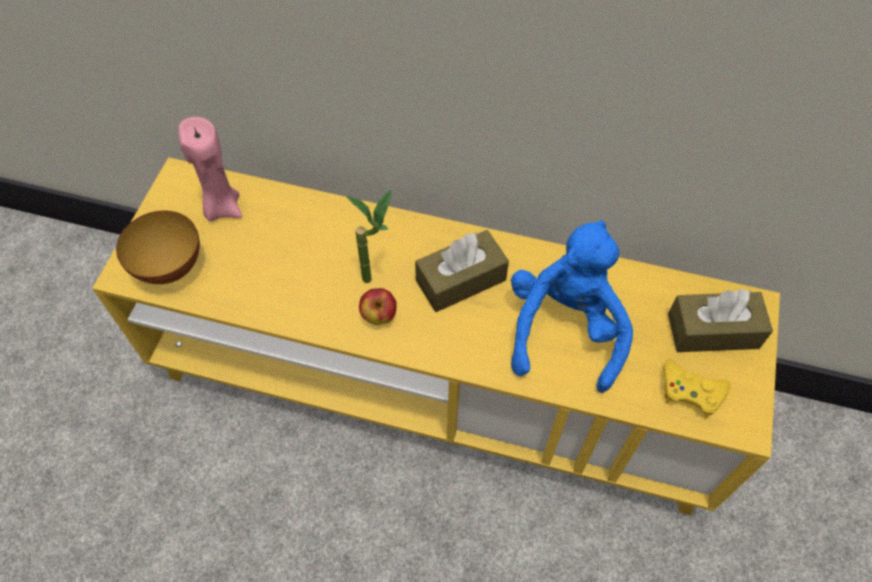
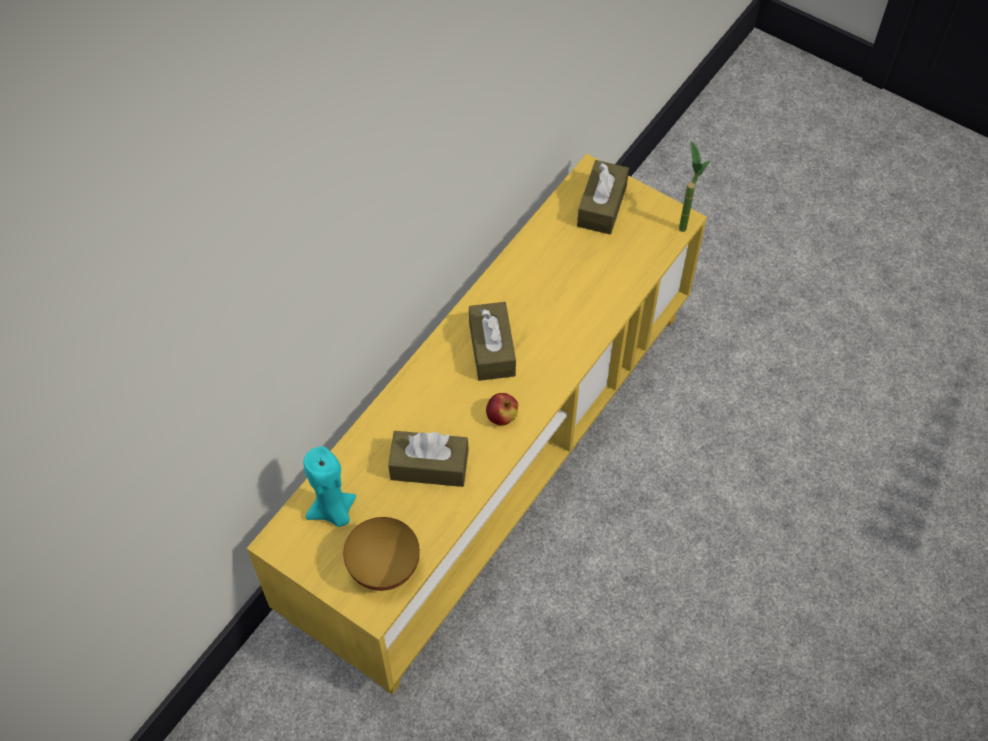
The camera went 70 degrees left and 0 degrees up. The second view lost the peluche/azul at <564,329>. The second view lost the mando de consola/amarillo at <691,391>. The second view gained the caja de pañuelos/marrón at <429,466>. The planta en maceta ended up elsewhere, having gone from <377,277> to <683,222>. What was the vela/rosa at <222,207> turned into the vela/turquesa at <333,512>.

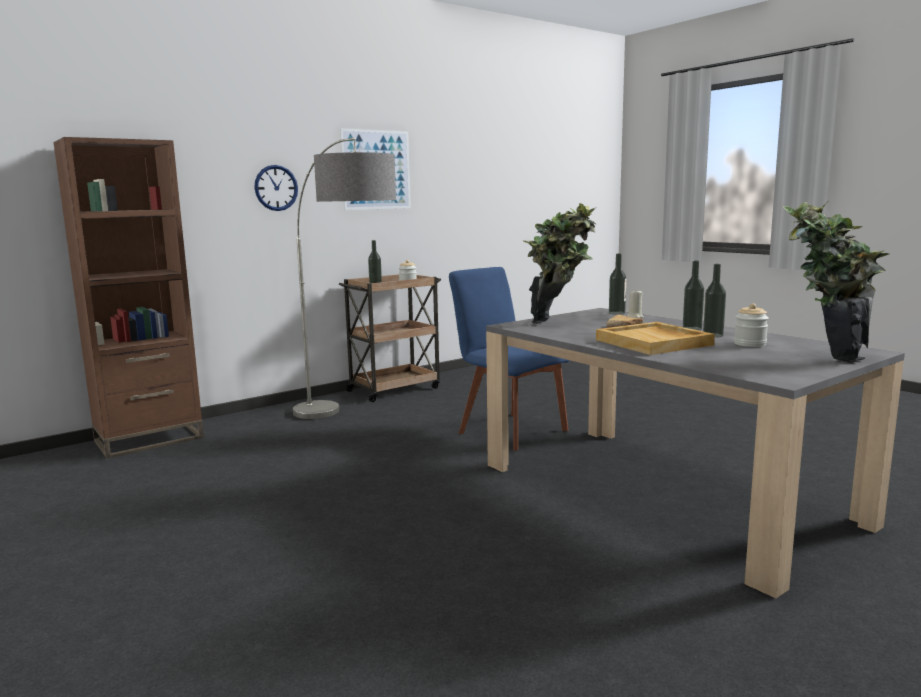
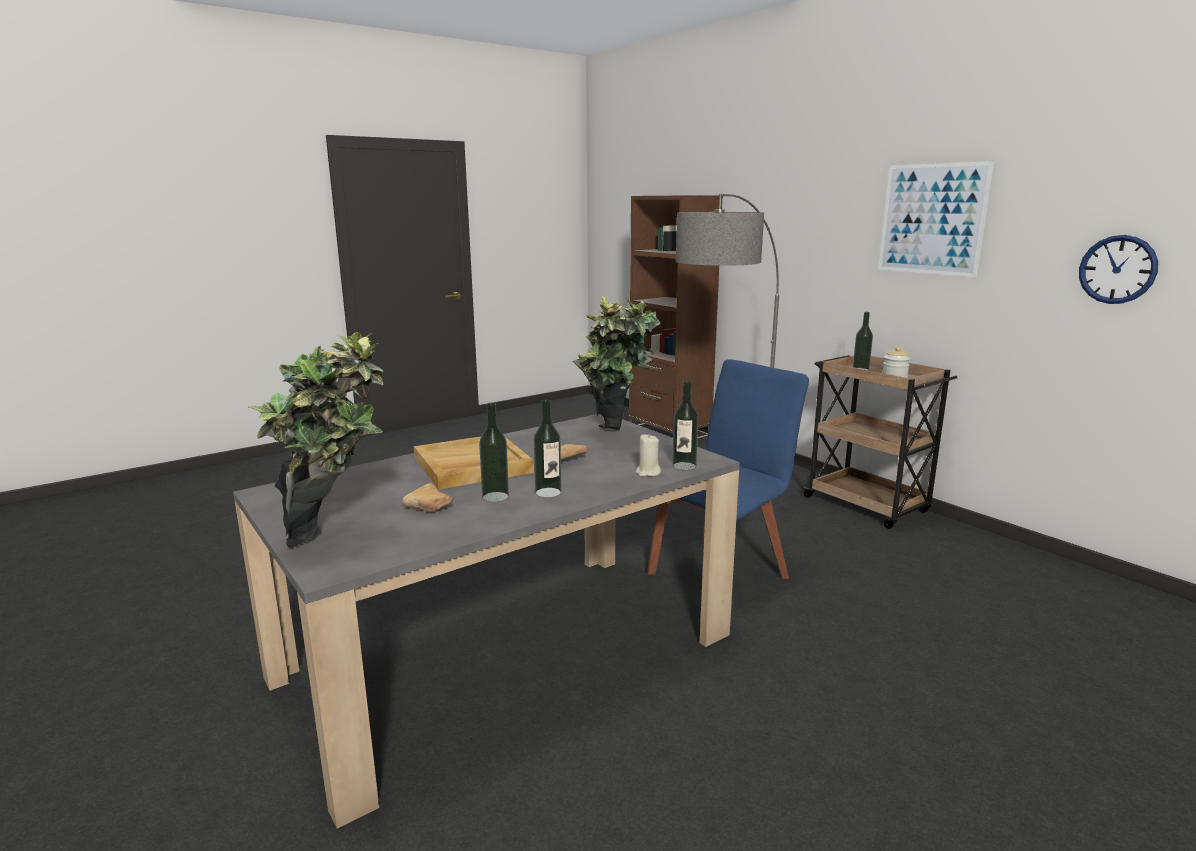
The camera went 90 degrees right and 5 degrees up. The reloj de pared ended up elsewhere, having gone from <276,188> to <1117,269>. Where the tarro stood at <750,344>, the pan came to stand at <431,508>.

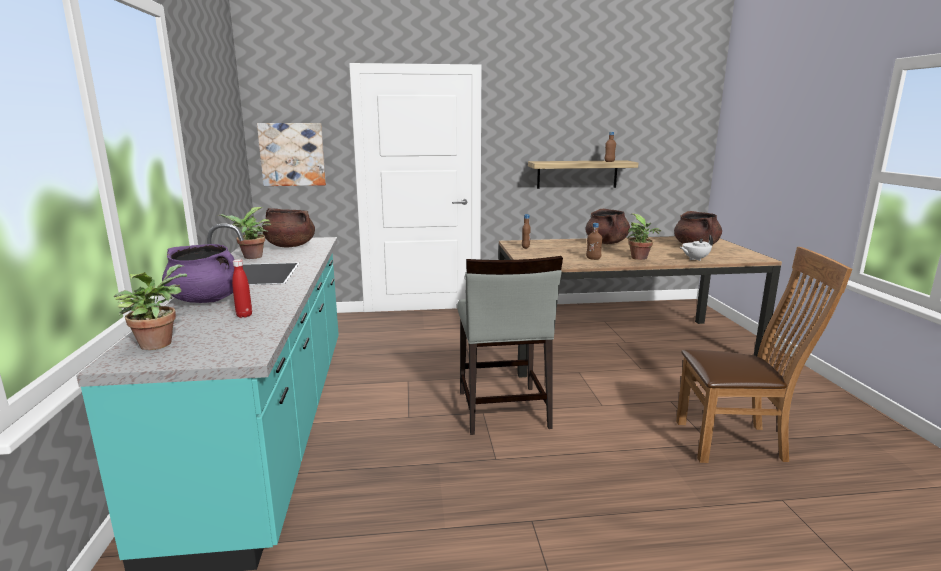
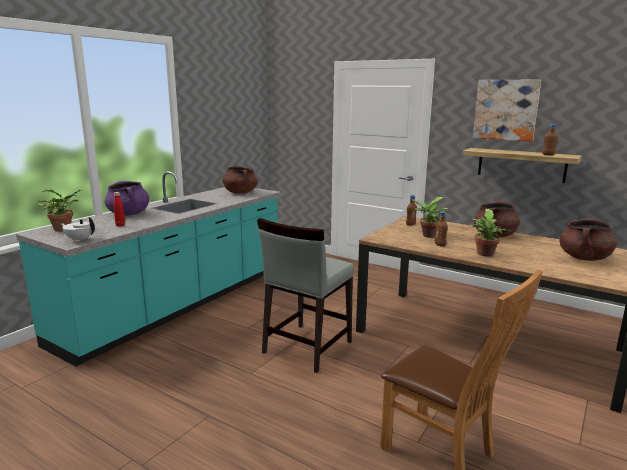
The camera went 40 degrees right and 0 degrees up. The planta en maceta ended up elsewhere, having gone from <250,257> to <427,236>. The cuadro ended up elsewhere, having gone from <292,154> to <506,110>. The tetera/blanco ended up elsewhere, having gone from <694,259> to <80,240>.

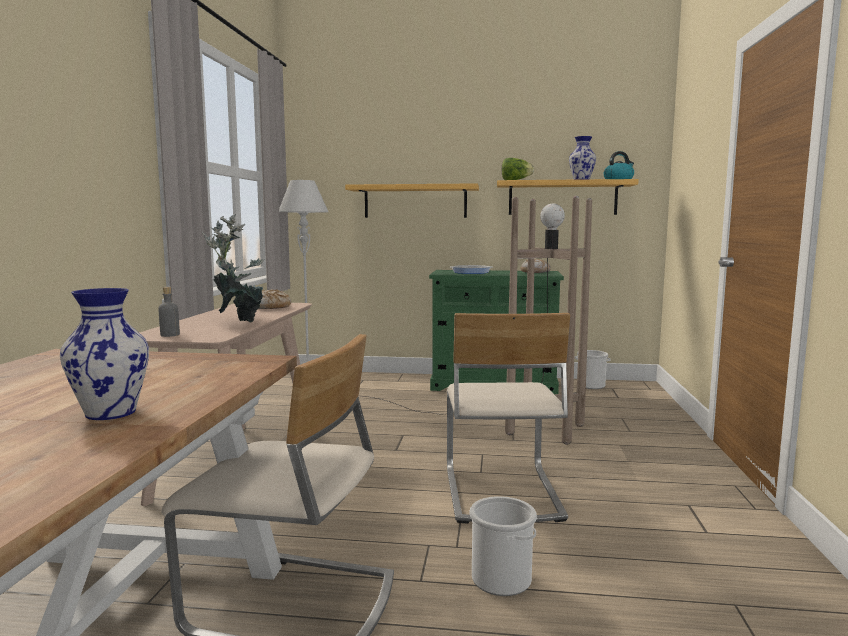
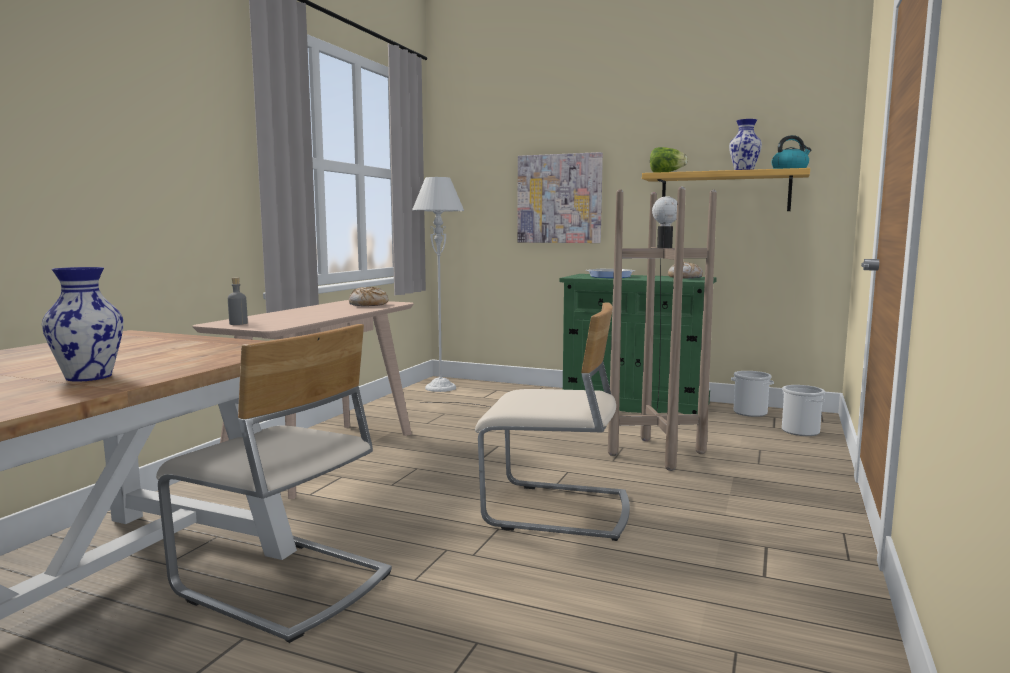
The camera went 15 degrees right and 0 degrees up. The second view lost the planta en maceta at <239,322>. The cubo ended up elsewhere, having gone from <500,579> to <800,431>. Where the estante hung at <415,201>, the cuadro came to hang at <559,199>. The silla/beis at <500,493> ended up facing another way, 90 degrees counterclockwise from before.

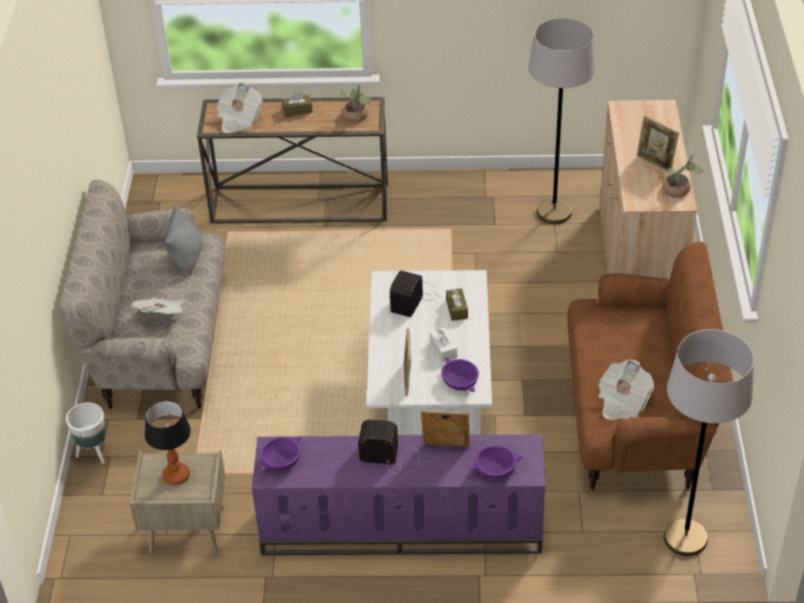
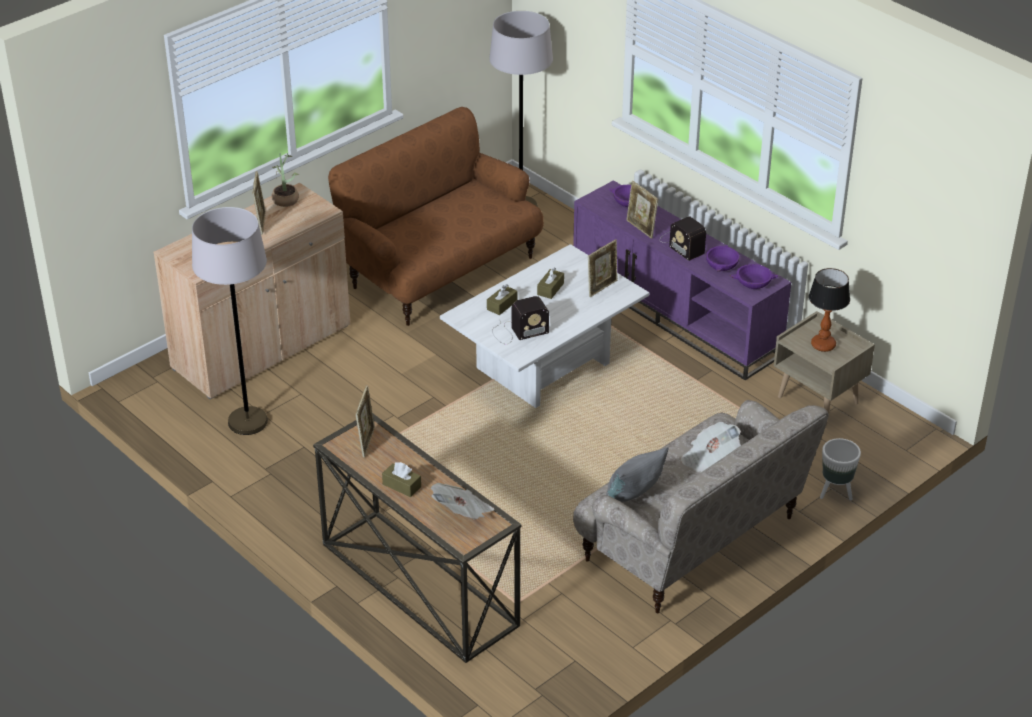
The camera went 135 degrees left and 5 degrees down. The second view lost the periódico at <622,402>. The cuenco/morado ended up elsewhere, having gone from <460,382> to <721,265>. Where the planta en maceta stood at <356,117>, the portarretratos came to stand at <366,442>. What was the caja de pañuelos/blanco at <443,349> turned into the caja de pañuelos/marrón at <550,289>.

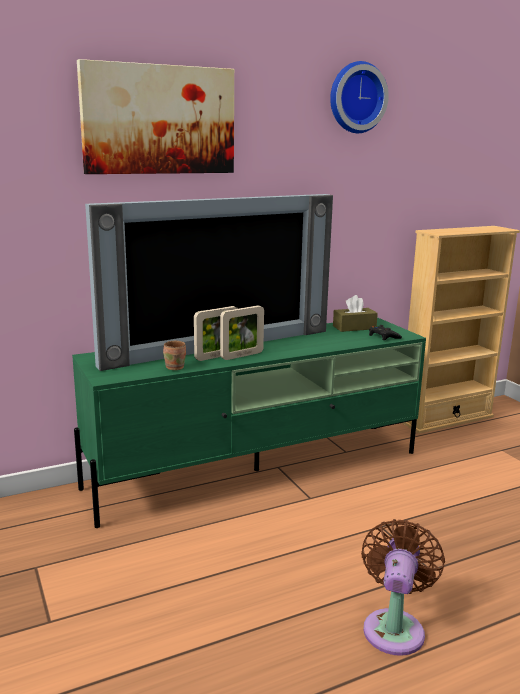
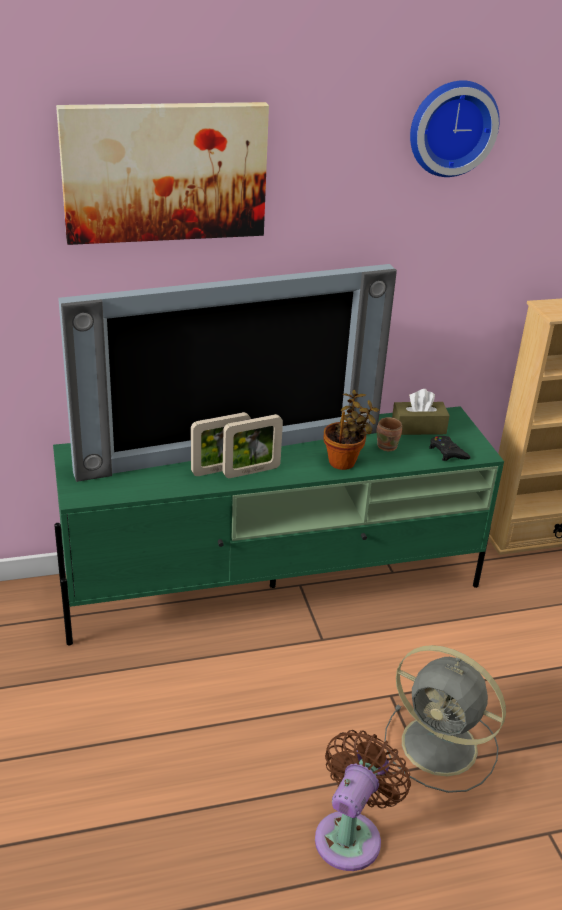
The camera went 10 degrees right and 15 degrees up. The second view gained the planta en maceta at <345,462>. The second view gained the ventilador/gris at <442,747>. The taza grande/marrón ended up elsewhere, having gone from <176,367> to <388,446>.

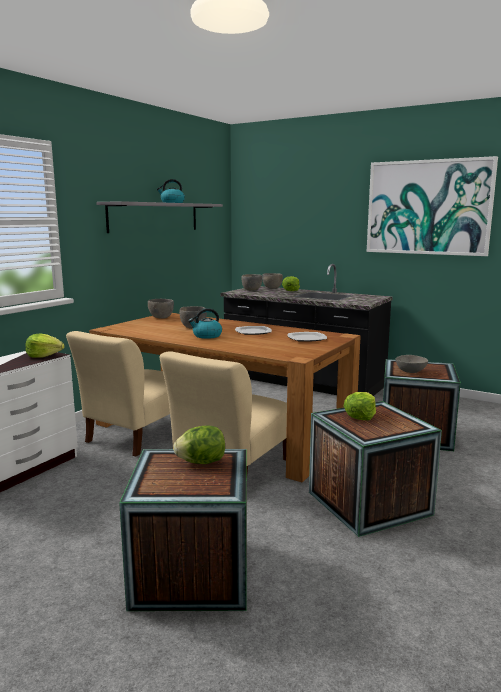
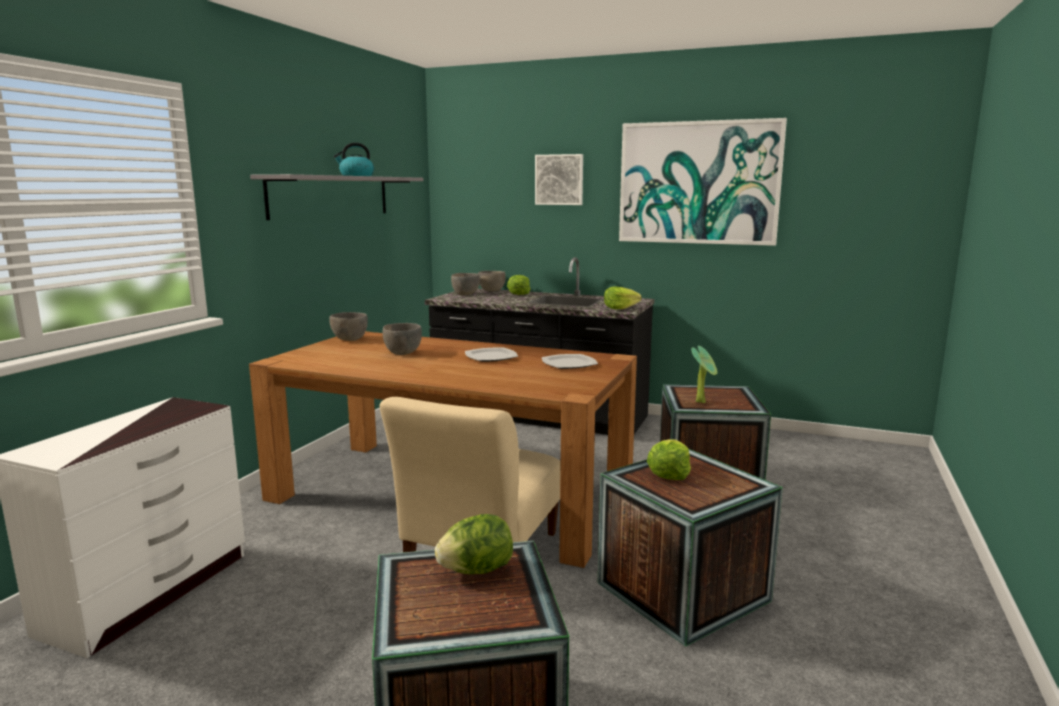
The camera went 10 degrees left and 0 degrees up. The second view lost the silla/beis at <136,436>. The second view lost the hervidor at <206,336>. The second view gained the cuadro at <559,179>. The lechuga ended up elsewhere, having gone from <44,356> to <620,308>. Where the cuenco/gris stood at <410,372>, the planta en maceta came to stand at <702,401>.

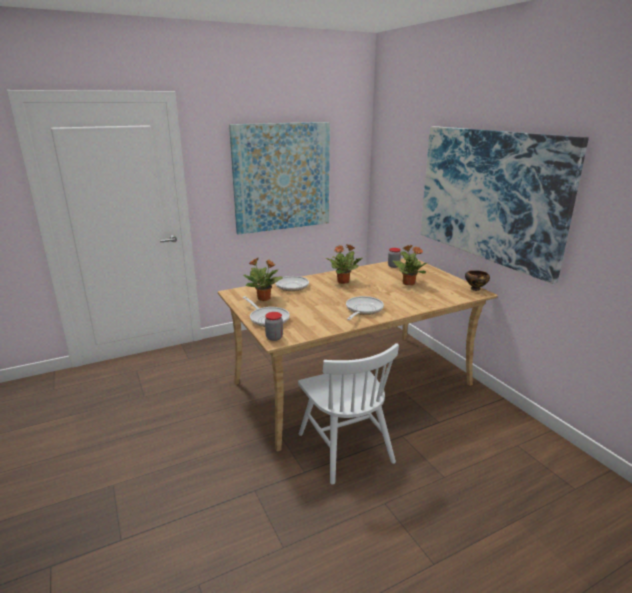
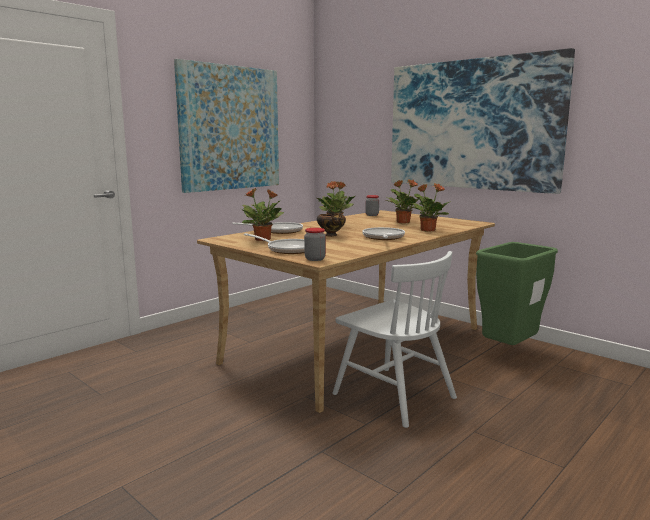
The camera went 20 degrees left and 10 degrees down. The second view gained the planta en maceta at <427,230>. The second view gained the papelera/verde at <509,350>. The cuenco ended up elsewhere, having gone from <476,289> to <331,235>.

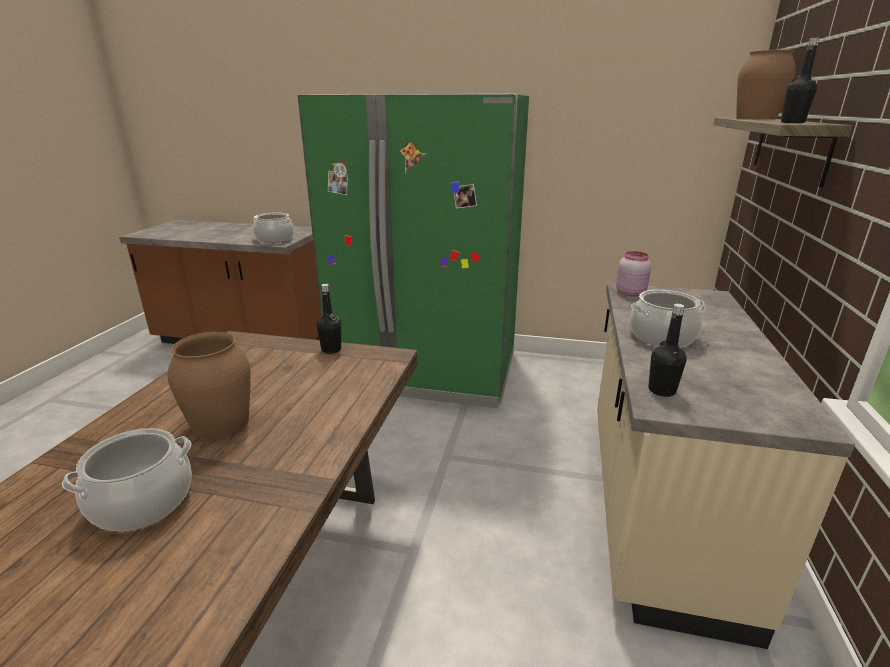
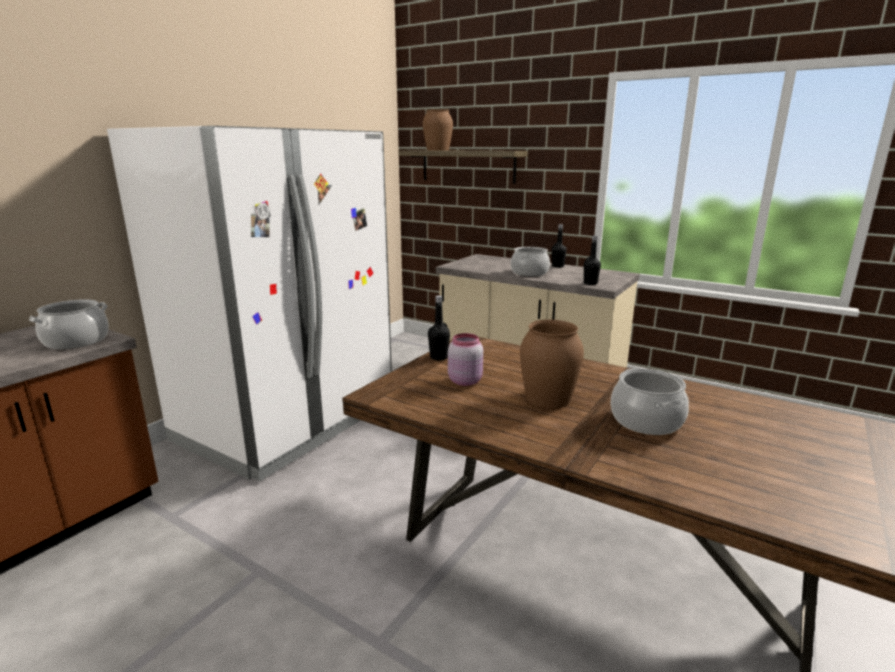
The camera went 70 degrees left and 5 degrees down. The tarro/rosa ended up elsewhere, having gone from <630,293> to <464,381>. The botella/negro ended up elsewhere, having gone from <792,122> to <557,266>. What was the nevera/verde at <428,371> turned into the nevera/blanco at <288,422>.

